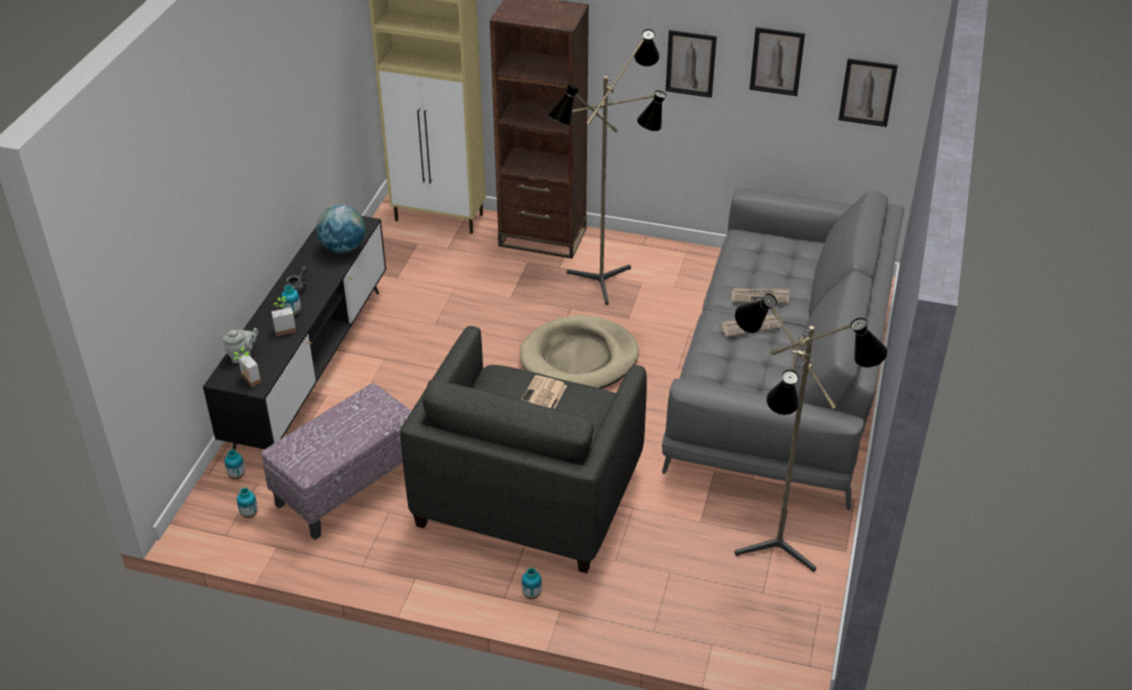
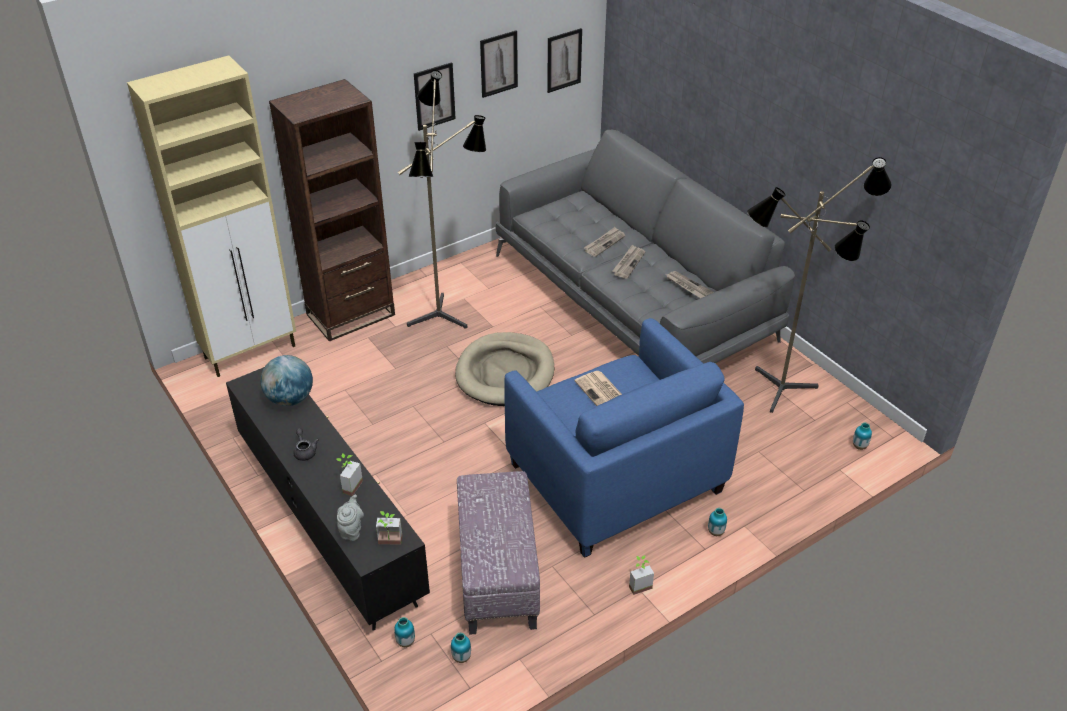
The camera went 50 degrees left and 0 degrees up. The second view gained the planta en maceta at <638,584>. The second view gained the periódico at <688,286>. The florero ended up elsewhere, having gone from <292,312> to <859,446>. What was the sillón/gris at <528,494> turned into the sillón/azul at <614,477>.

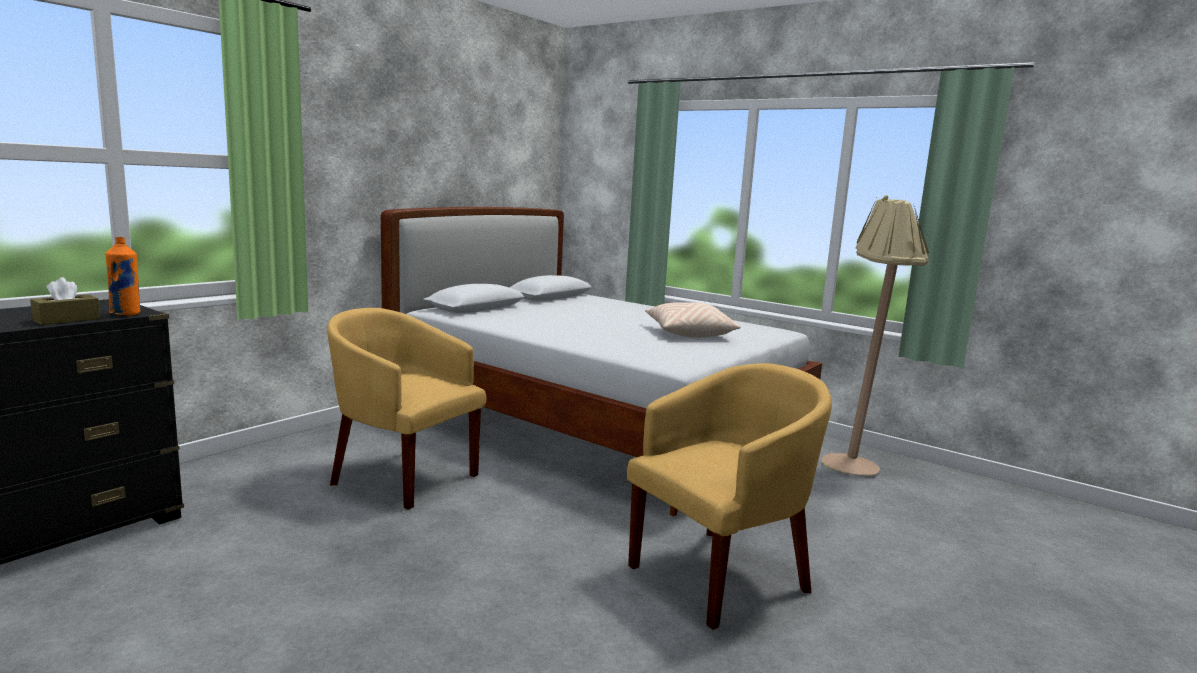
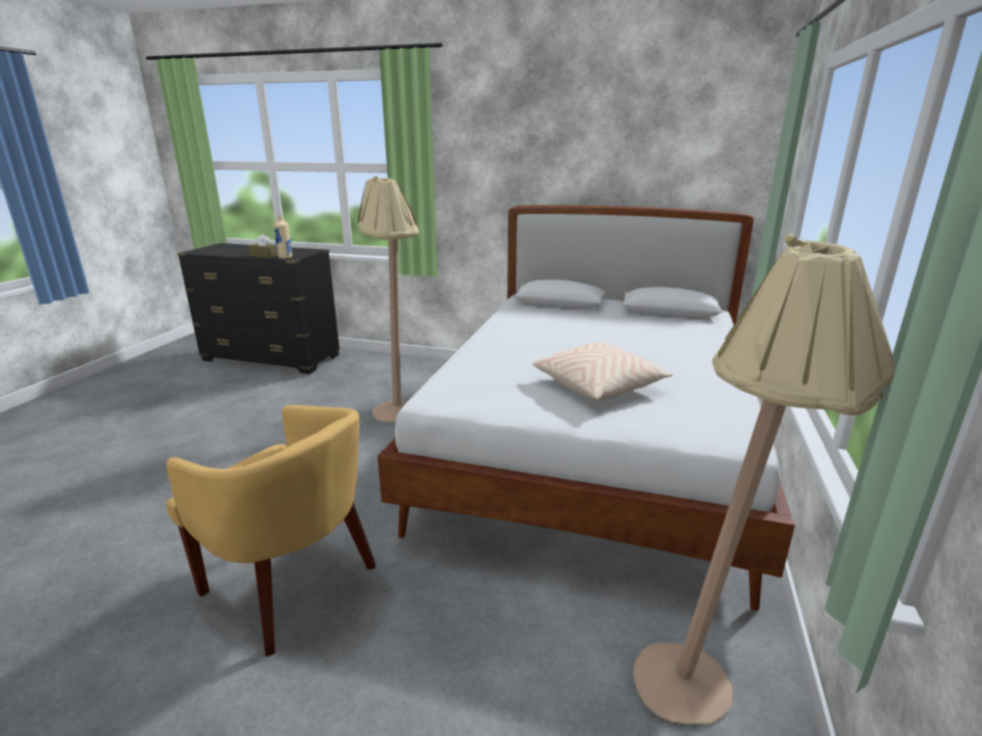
The camera went 70 degrees right and 10 degrees up. Where the sillón/amarillo stood at <402,476>, the lámpara de pie/beis came to stand at <401,407>. What was the botella/naranja at <126,314> turned into the botella/beis at <285,257>.

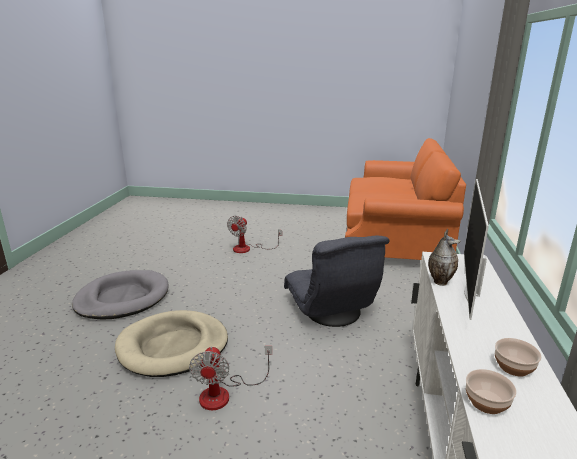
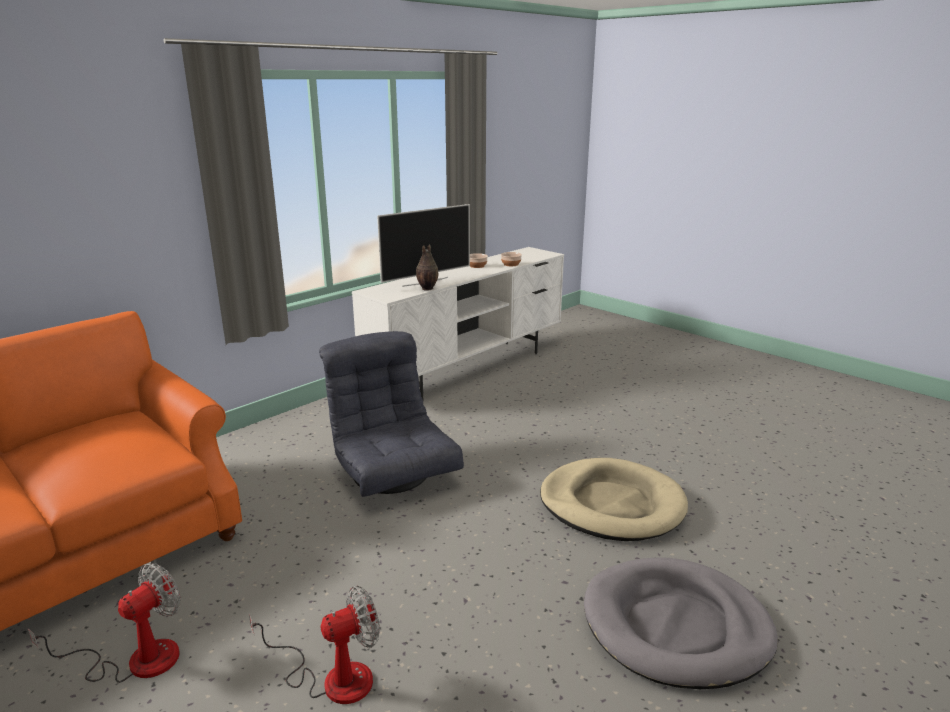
The camera went 145 degrees left and 0 degrees up. The ventilador ended up elsewhere, having gone from <224,393> to <136,660>. The sillón/gris at <331,312> ended up facing another way, 45 degrees counterclockwise from before.

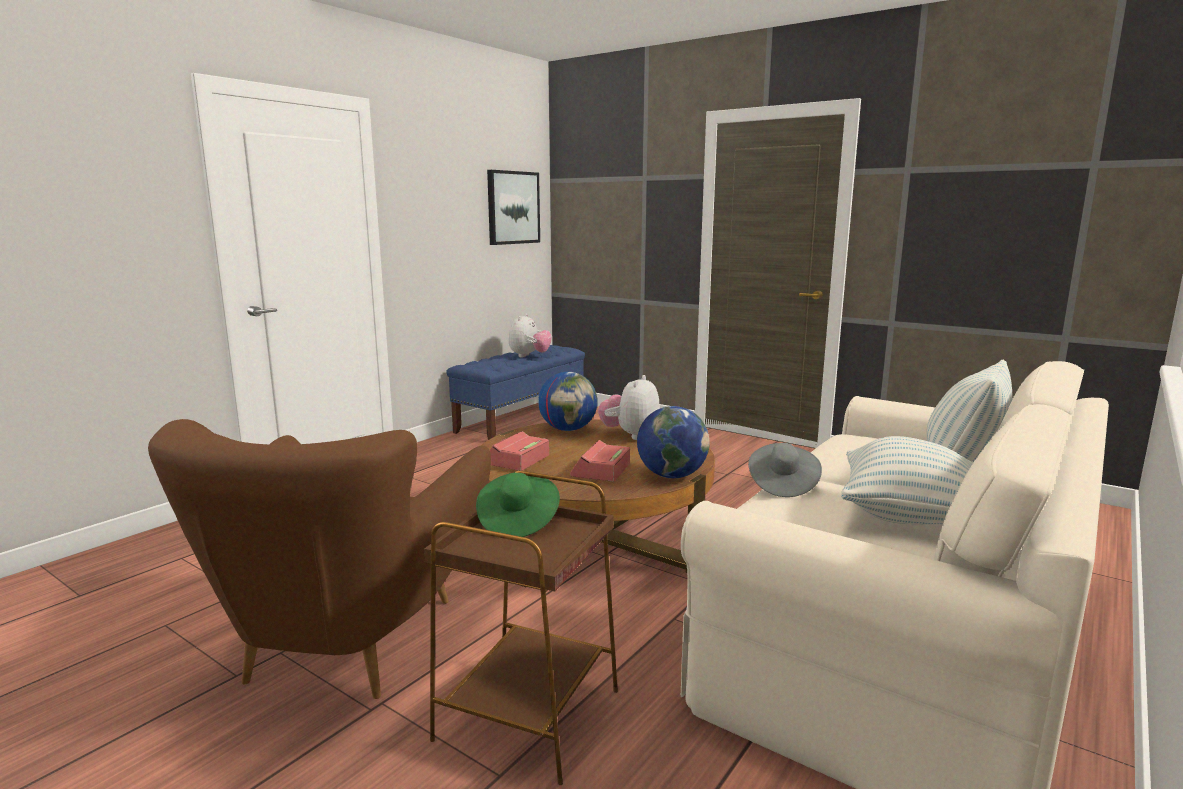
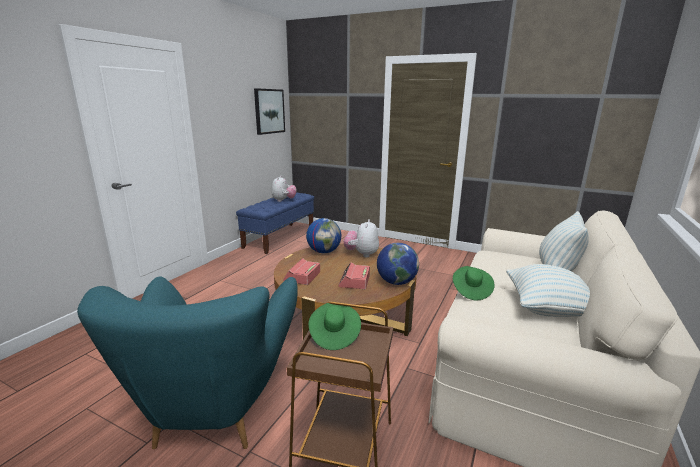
The camera went 10 degrees left and 5 degrees up. What was the sillón/marrón at <349,642> turned into the sillón/turquesa at <216,407>. What was the sombrero/gris at <782,485> turned into the sombrero/verde at <471,291>.

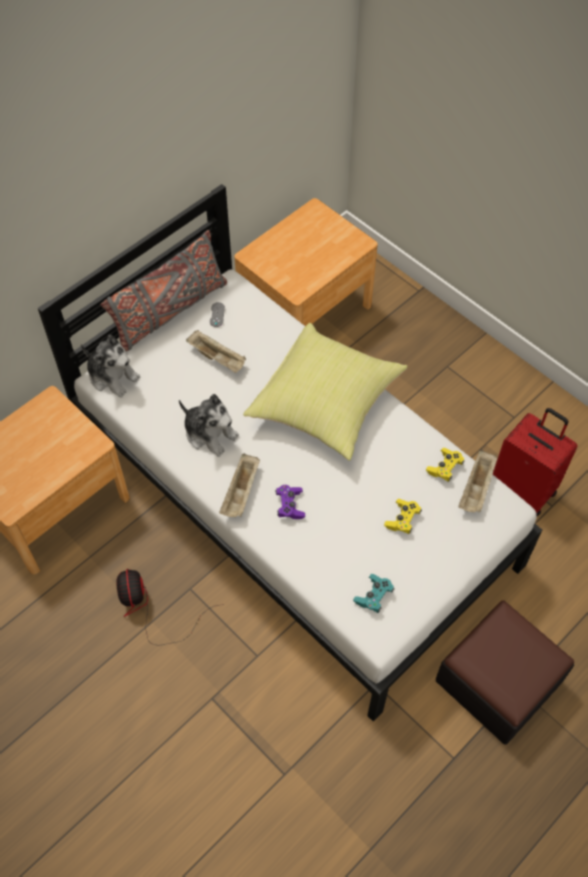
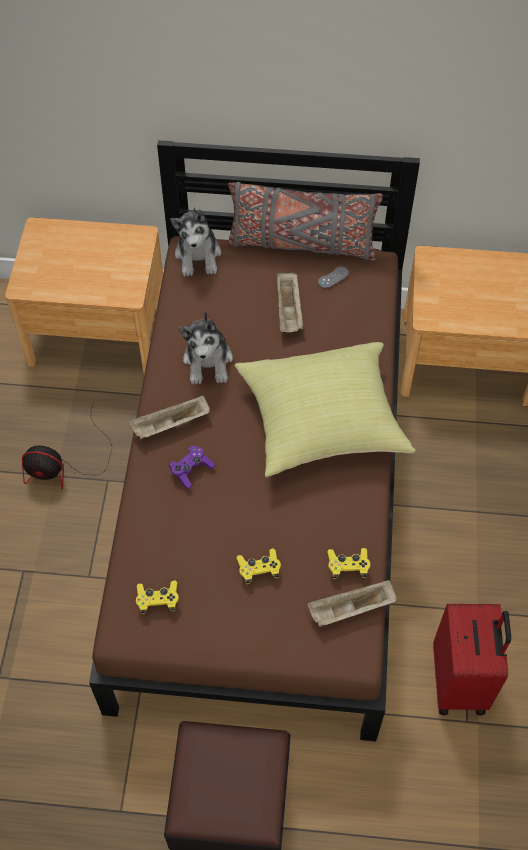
The camera went 50 degrees right and 0 degrees up. What was the cama/blanco at <295,498> turned into the cama/marrón at <265,493>. What was the mando de consola/turquesa at <374,596> turned into the mando de consola/amarillo at <158,600>. The ventilador at <150,608> ended up facing another way, 120 degrees counterclockwise from before.

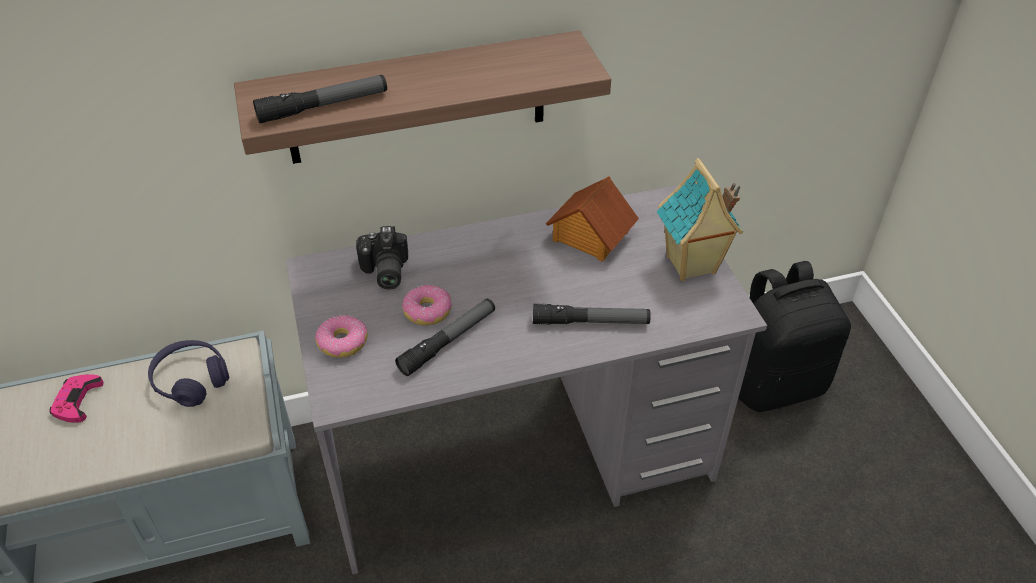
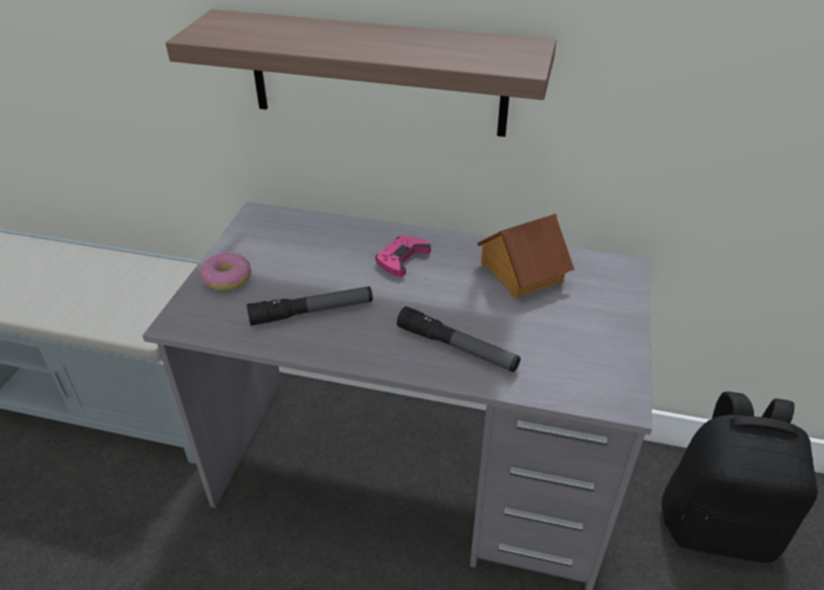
The camera went 30 degrees right and 5 degrees down. The second view lost the auriculares/morado at <191,380>. The second view lost the linterna at <323,106>. The second view lost the cámara at <383,272>. The second view lost the rosquilla at <427,311>. The second view lost the casita at <691,266>. The mando de consola/rosa ended up elsewhere, having gone from <77,401> to <402,259>.

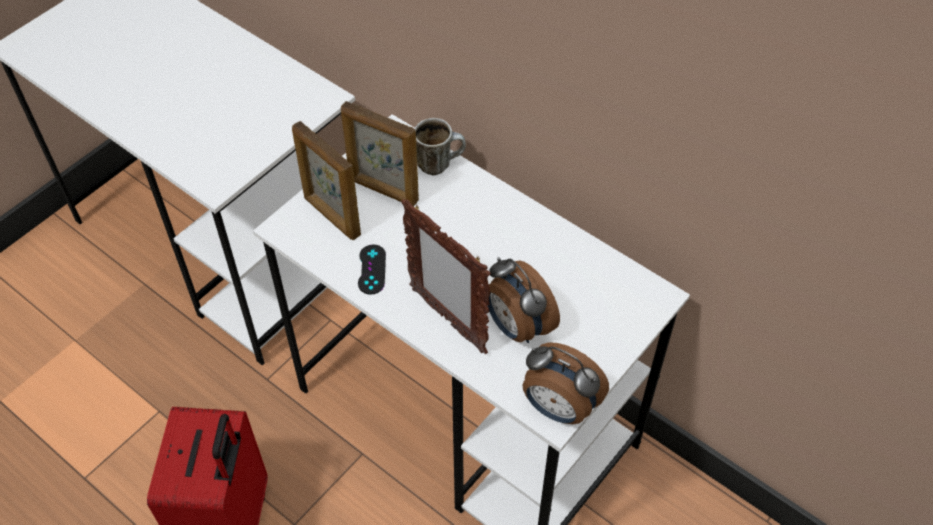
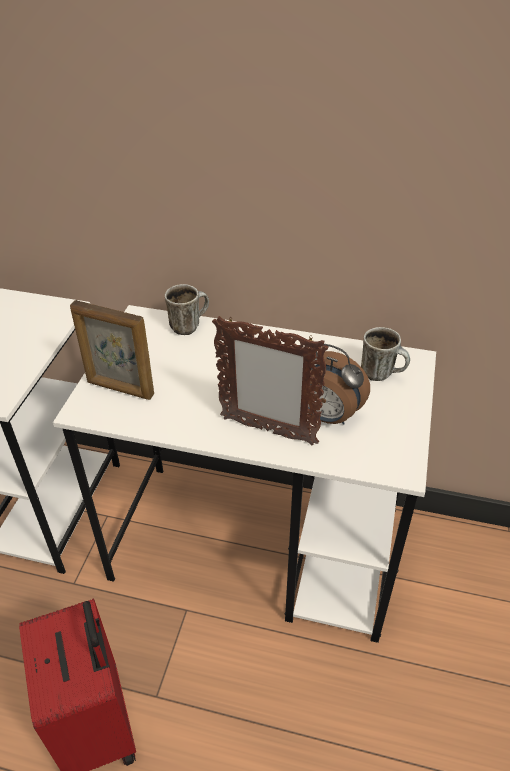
The camera went 25 degrees left and 10 degrees down. The second view lost the portarretratos at <383,190>. The second view lost the mando de consola/negro at <372,269>. The second view lost the despertador at <558,408>. The second view gained the taza grande at <382,374>.

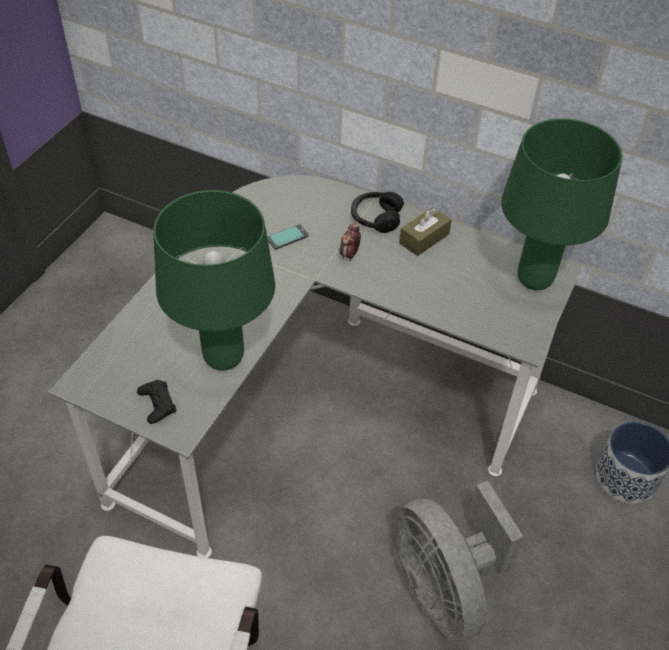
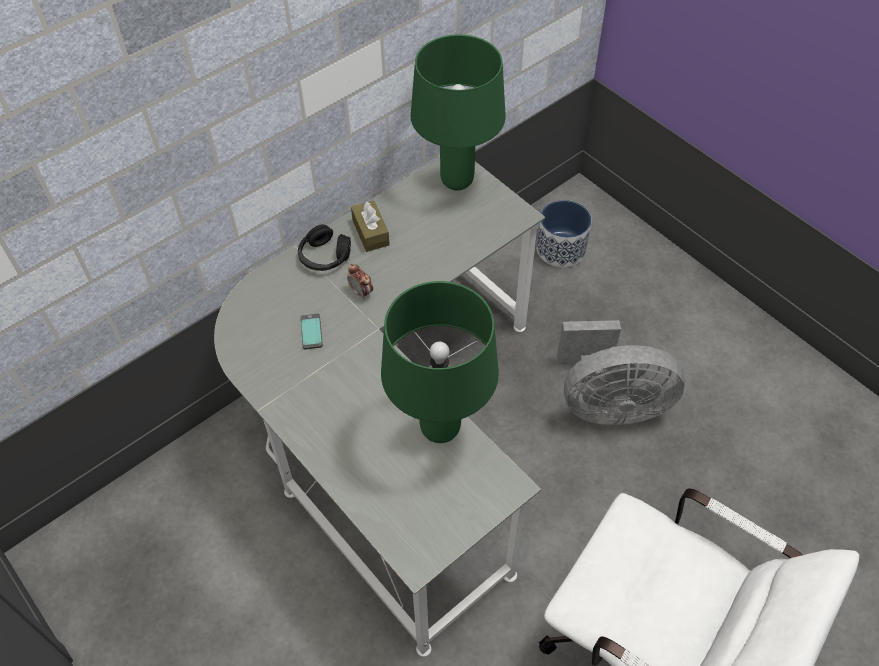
The camera went 65 degrees left and 5 degrees up. The second view lost the mando de consola/negro at <157,404>.

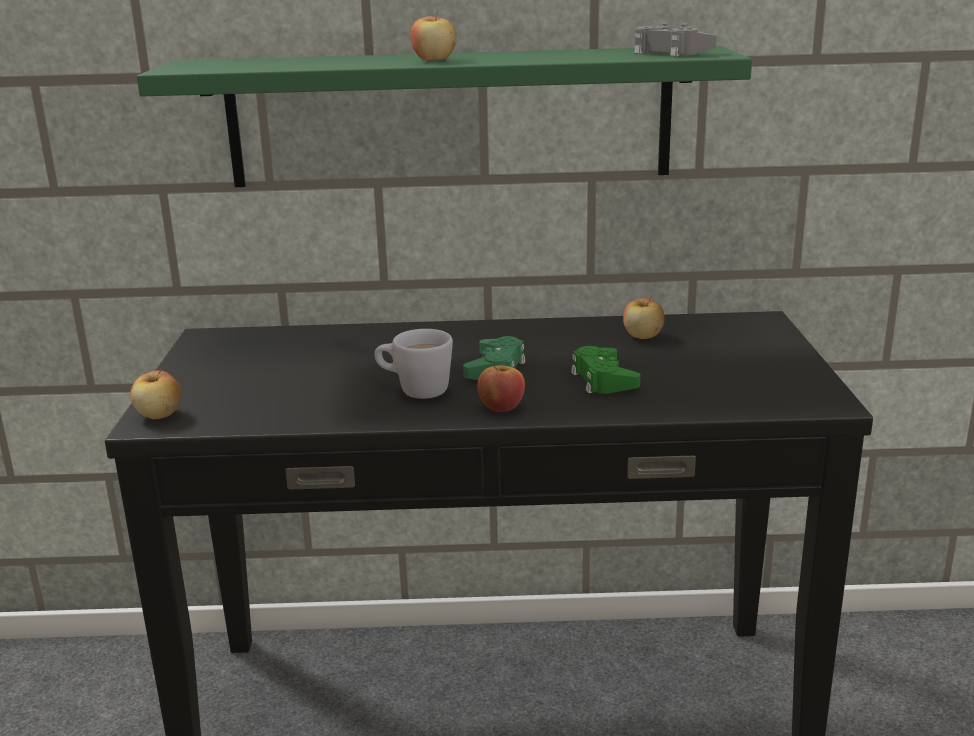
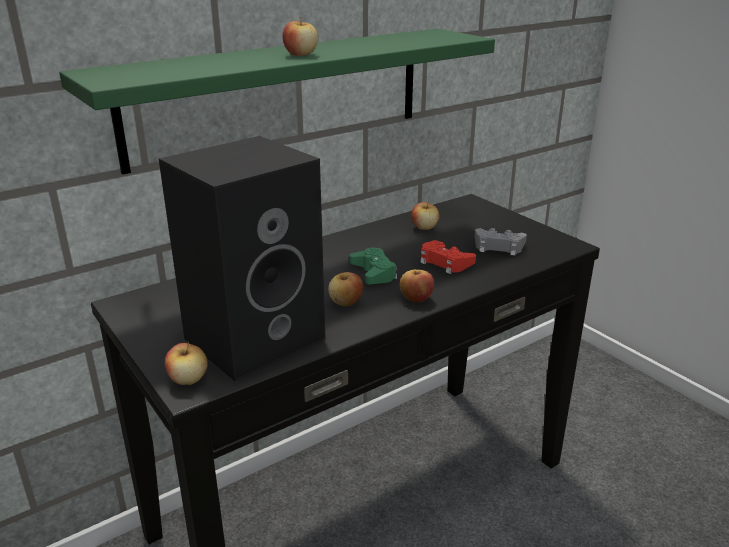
The camera went 35 degrees left and 5 degrees up. The second view gained the altavoz/negro at <256,336>. The mando de consola/gris ended up elsewhere, having gone from <670,52> to <498,247>. Where the taza grande/blanco stood at <414,390>, the manzana came to stand at <345,302>. What was the mando de consola/verde at <603,379> turned into the mando de consola/rojo at <445,262>.

